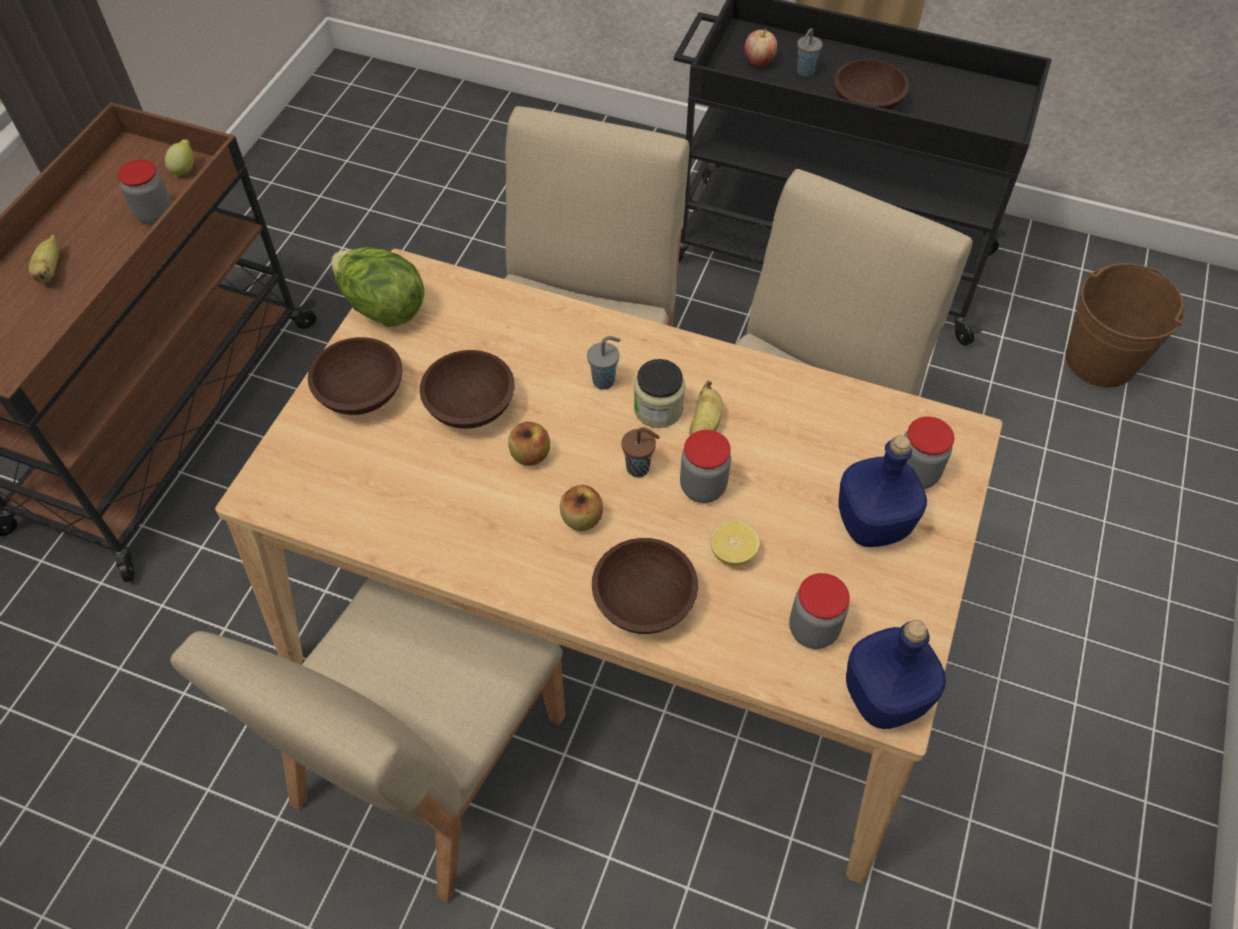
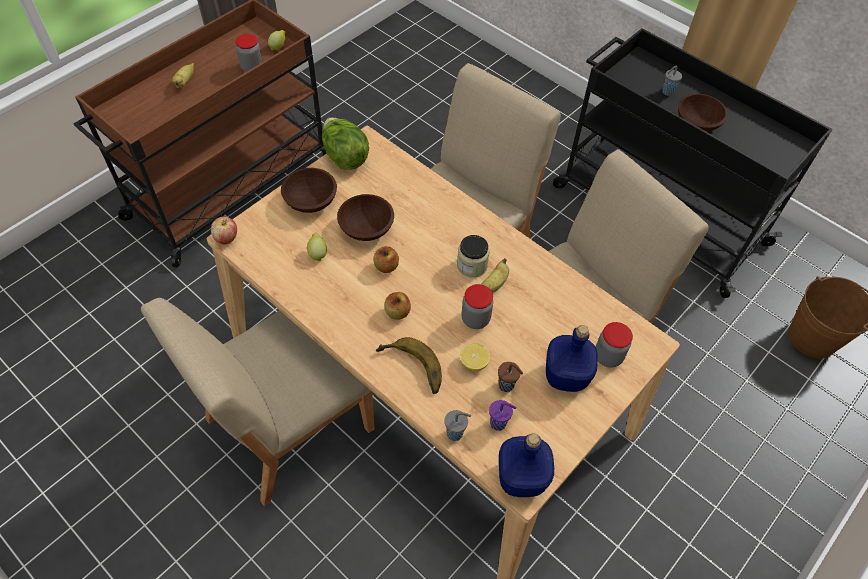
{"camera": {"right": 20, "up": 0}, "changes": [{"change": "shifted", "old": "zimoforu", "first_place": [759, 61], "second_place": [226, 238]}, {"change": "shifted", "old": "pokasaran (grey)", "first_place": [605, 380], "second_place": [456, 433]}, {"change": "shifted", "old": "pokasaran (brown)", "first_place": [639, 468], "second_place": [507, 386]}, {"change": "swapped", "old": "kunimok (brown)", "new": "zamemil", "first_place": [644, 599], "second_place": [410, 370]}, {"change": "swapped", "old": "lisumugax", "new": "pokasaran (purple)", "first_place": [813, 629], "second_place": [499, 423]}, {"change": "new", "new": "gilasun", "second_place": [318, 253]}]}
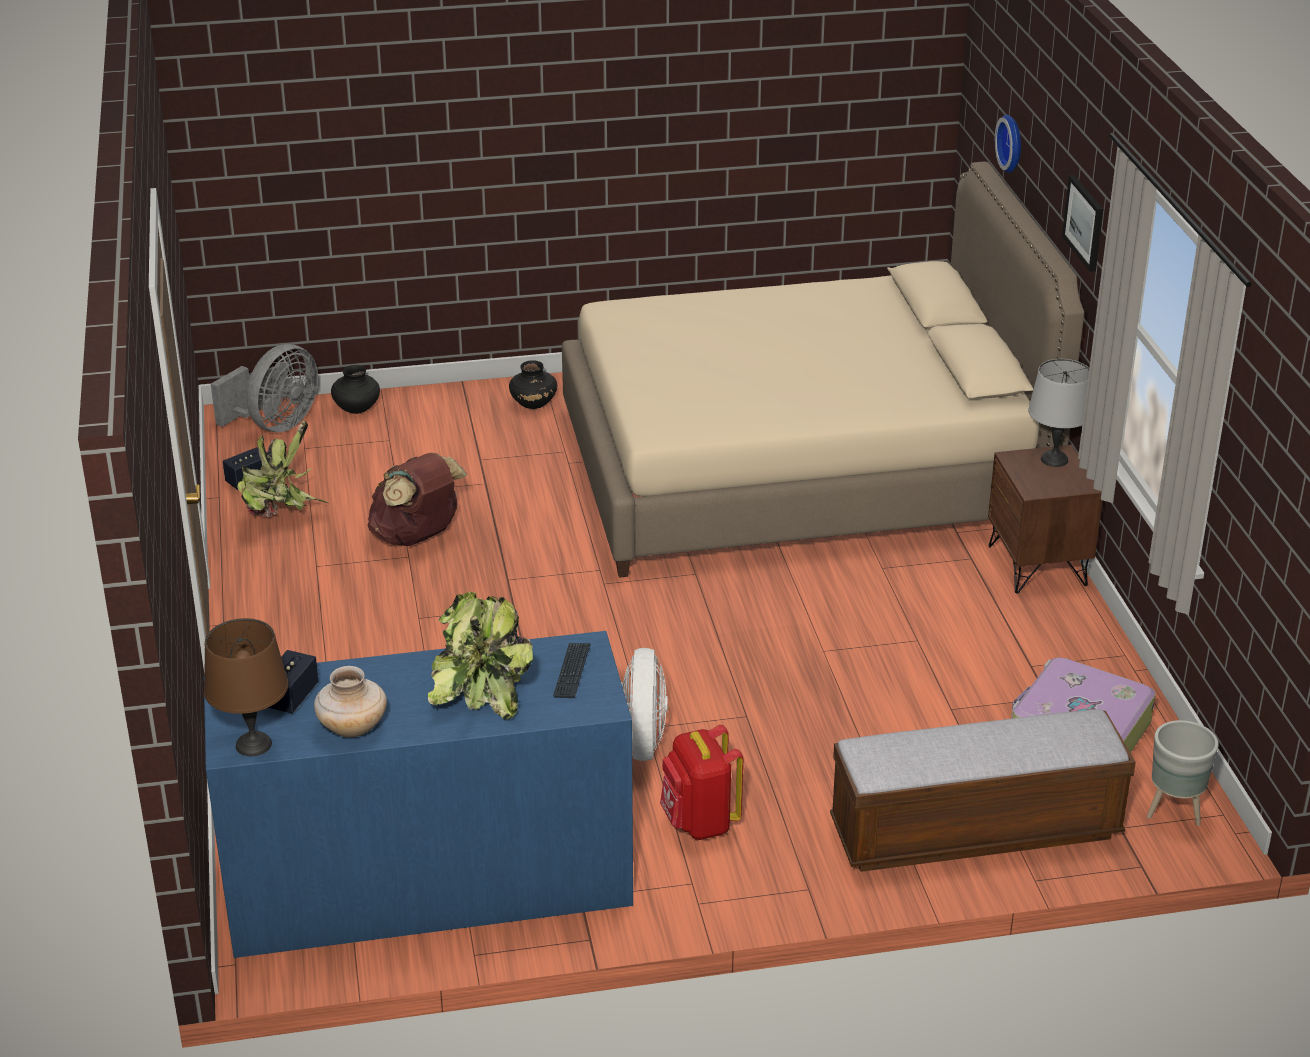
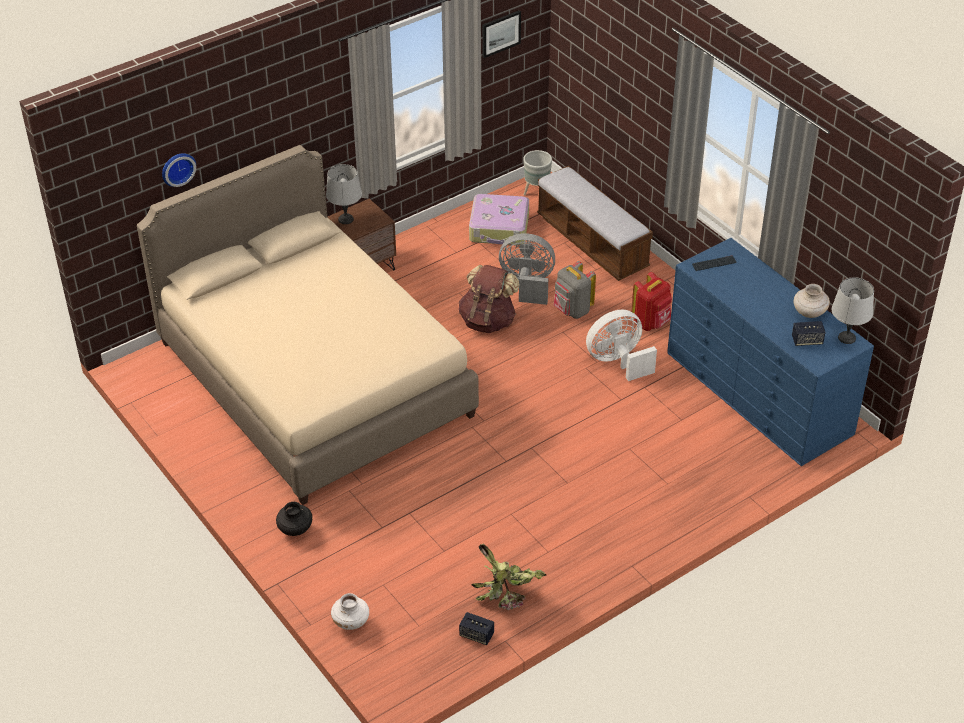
{"camera": {"right": -115, "up": 10}, "changes": [{"change": "shifted", "old": "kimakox", "first_place": [1084, 222], "second_place": [500, 33]}, {"change": "shifted", "old": "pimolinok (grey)", "first_place": [275, 425], "second_place": [527, 284]}, {"change": "repainted", "old": "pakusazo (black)", "new": "pakusazo (white)", "first_place": [357, 409], "second_place": [351, 622]}, {"change": "shifted", "old": "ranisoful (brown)", "first_place": [417, 537], "second_place": [488, 321]}, {"change": "gone", "old": "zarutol", "first_place": [480, 690]}, {"change": "repainted", "old": "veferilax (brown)", "new": "veferilax (grey)", "first_place": [254, 744], "second_place": [846, 338]}, {"change": "new", "new": "ranisoful (grey)", "second_place": [572, 310]}]}
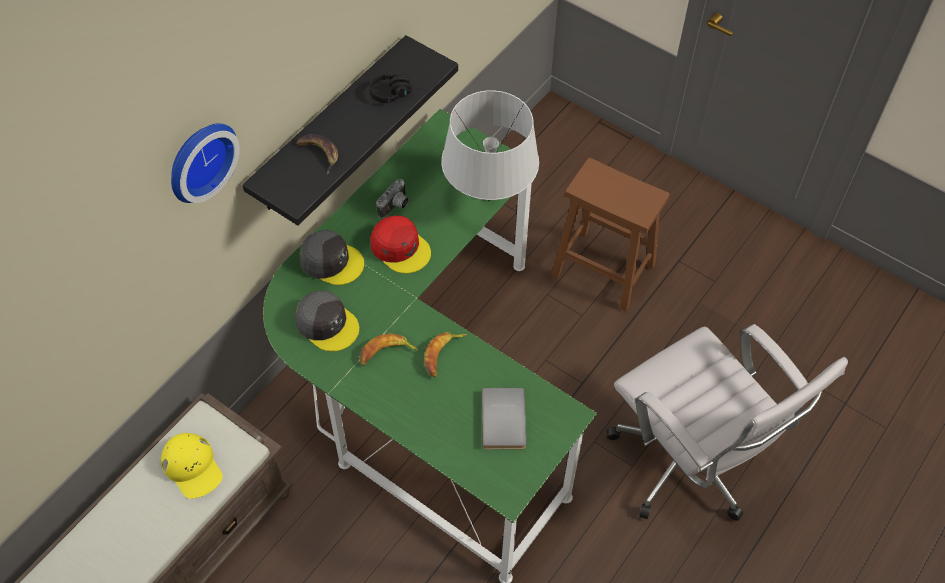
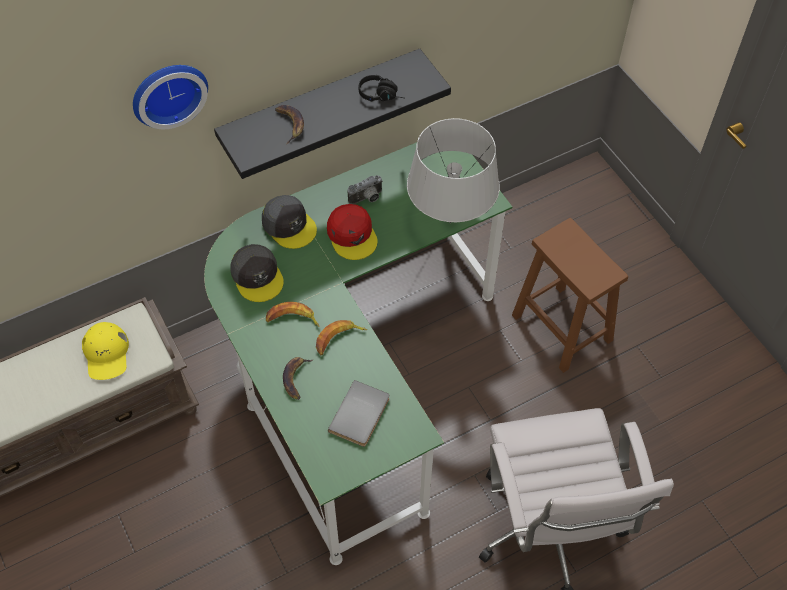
{"camera": {"right": 25, "up": 0}, "changes": [{"change": "new", "new": "zamemil", "second_place": [296, 378]}]}
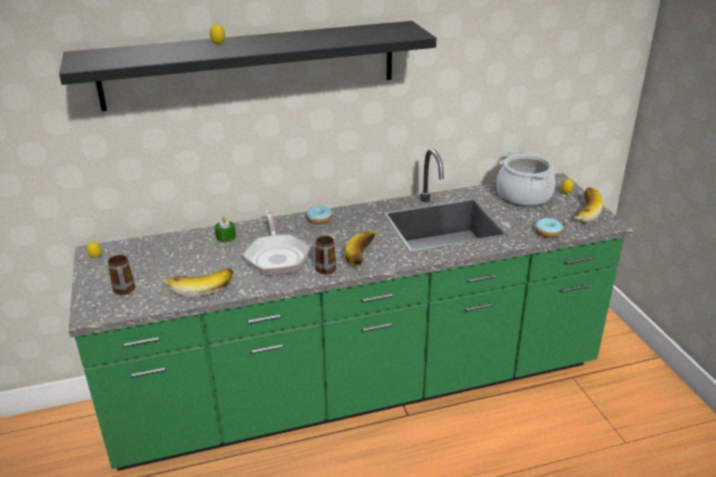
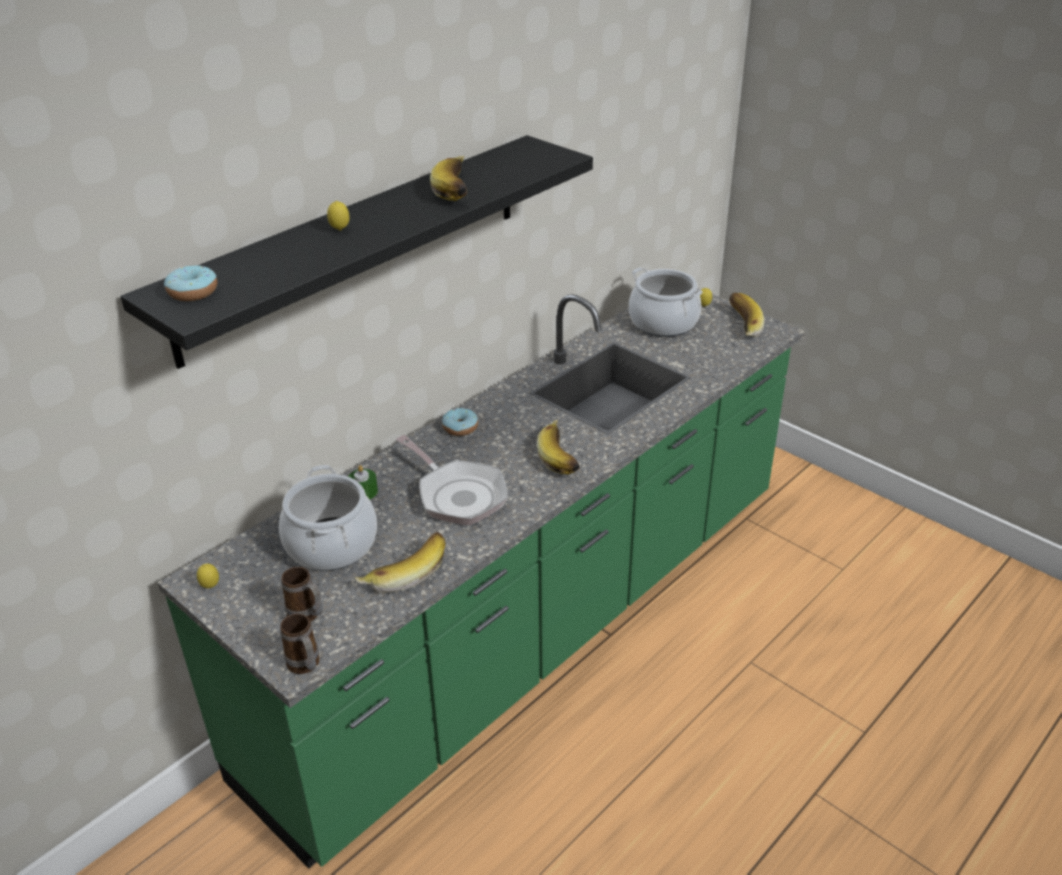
{"camera": {"right": -30, "up": 5}, "changes": [{"change": "shifted", "old": "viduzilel", "first_place": [547, 232], "second_place": [193, 292]}, {"change": "shifted", "old": "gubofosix", "first_place": [326, 271], "second_place": [306, 667]}, {"change": "new", "new": "zamemil", "second_place": [459, 190]}, {"change": "new", "new": "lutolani", "second_place": [331, 544]}]}
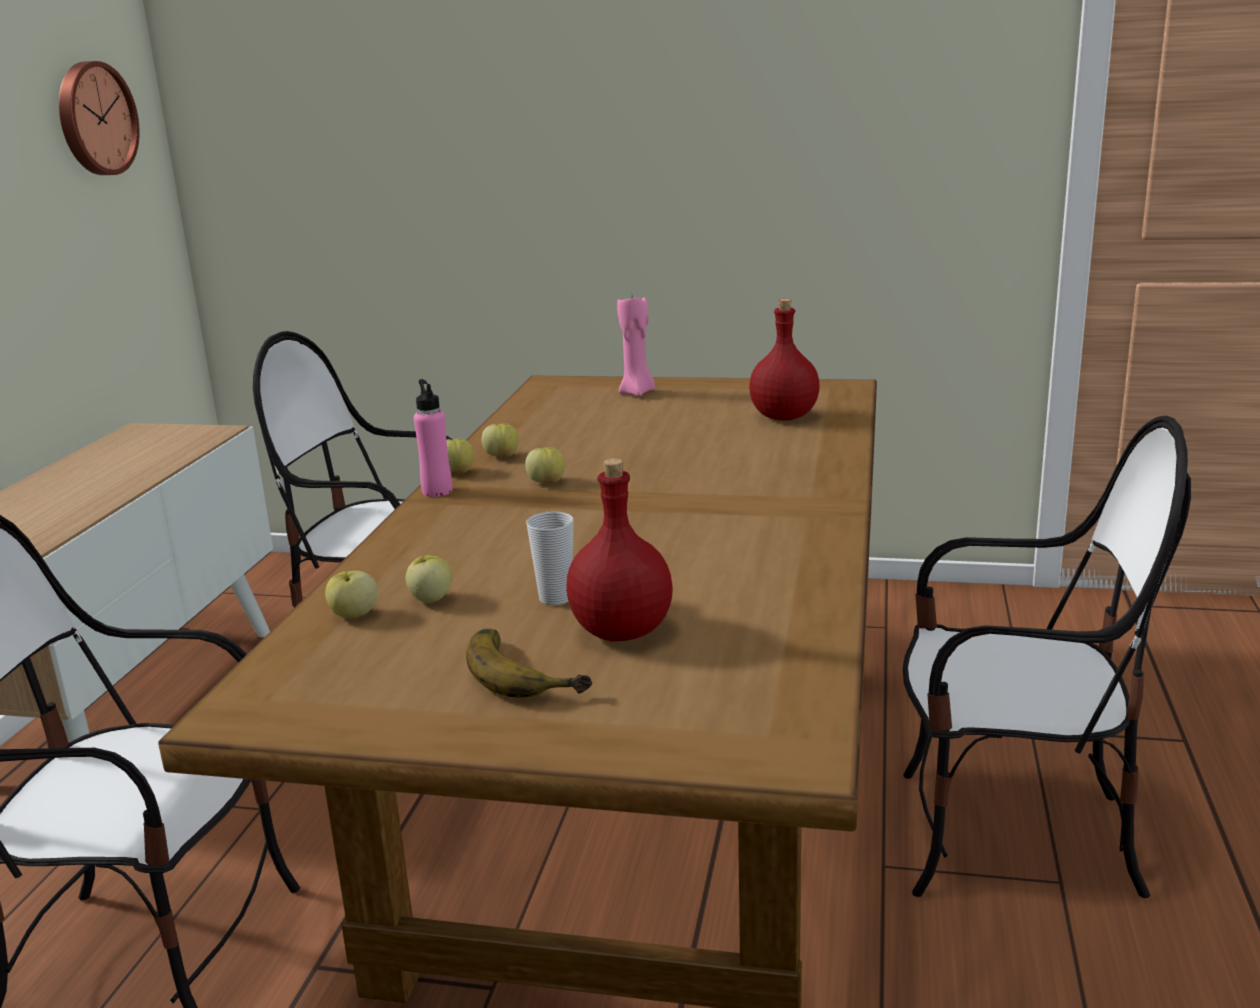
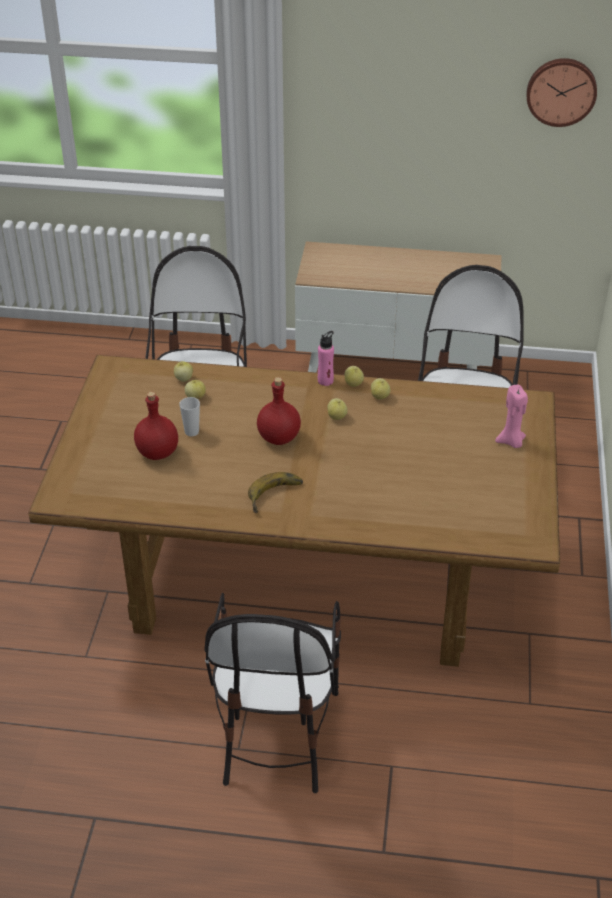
{"camera": {"right": 85, "up": 20}, "changes": [{"change": "shifted", "old": "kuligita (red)", "first_place": [785, 417], "second_place": [279, 438]}, {"change": "shifted", "old": "zamemil", "first_place": [528, 670], "second_place": [277, 496]}]}
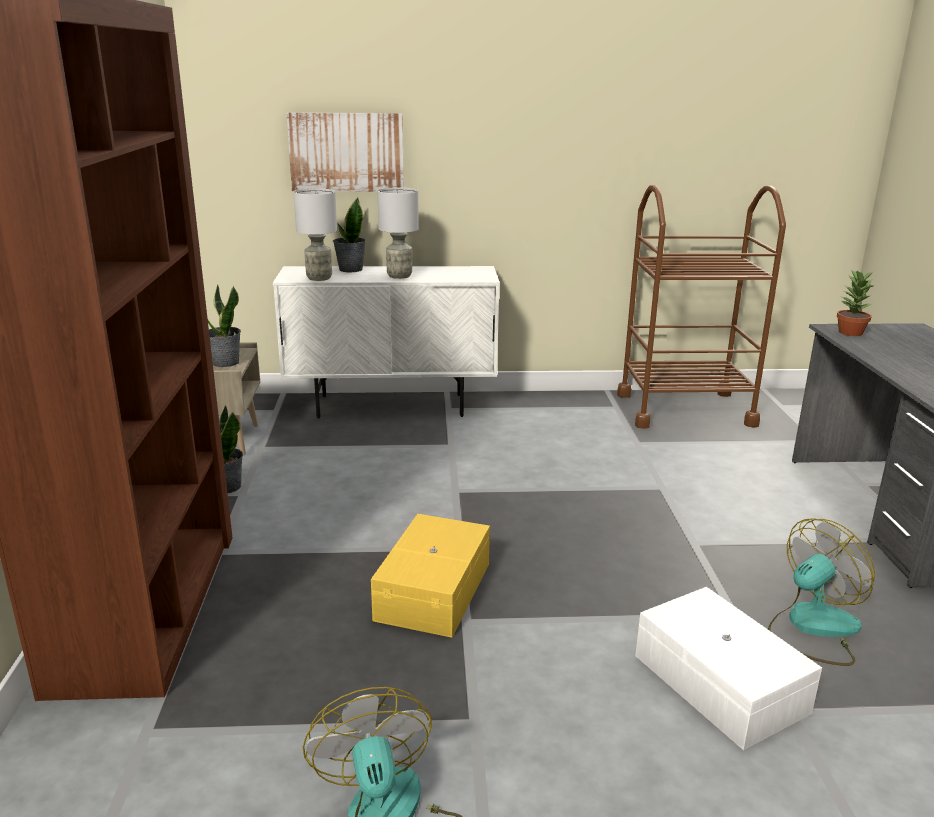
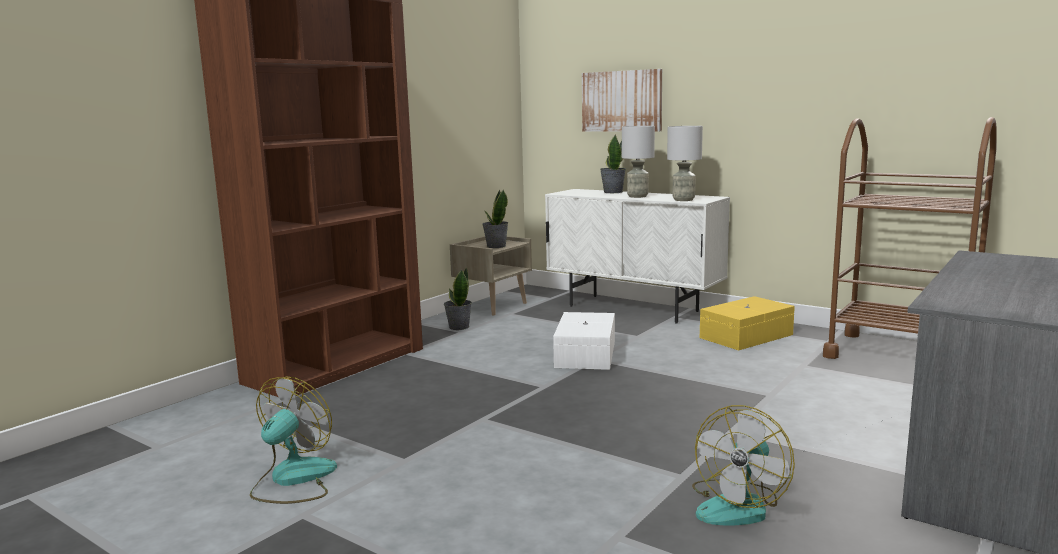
{"camera": {"right": 40, "up": -10}, "changes": [{"change": "shifted", "old": "veferilax (grey)", "first_place": [319, 278], "second_place": [683, 200]}, {"change": "gone", "old": "zarutol", "first_place": [849, 332]}, {"change": "shifted", "old": "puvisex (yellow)", "first_place": [436, 591], "second_place": [748, 336]}, {"change": "rotated", "old": "pimolinok", "first_place": [812, 628], "second_place": [738, 505], "degrees": 120}, {"change": "shifted", "old": "puvisex (white)", "first_place": [718, 685], "second_place": [584, 354]}]}
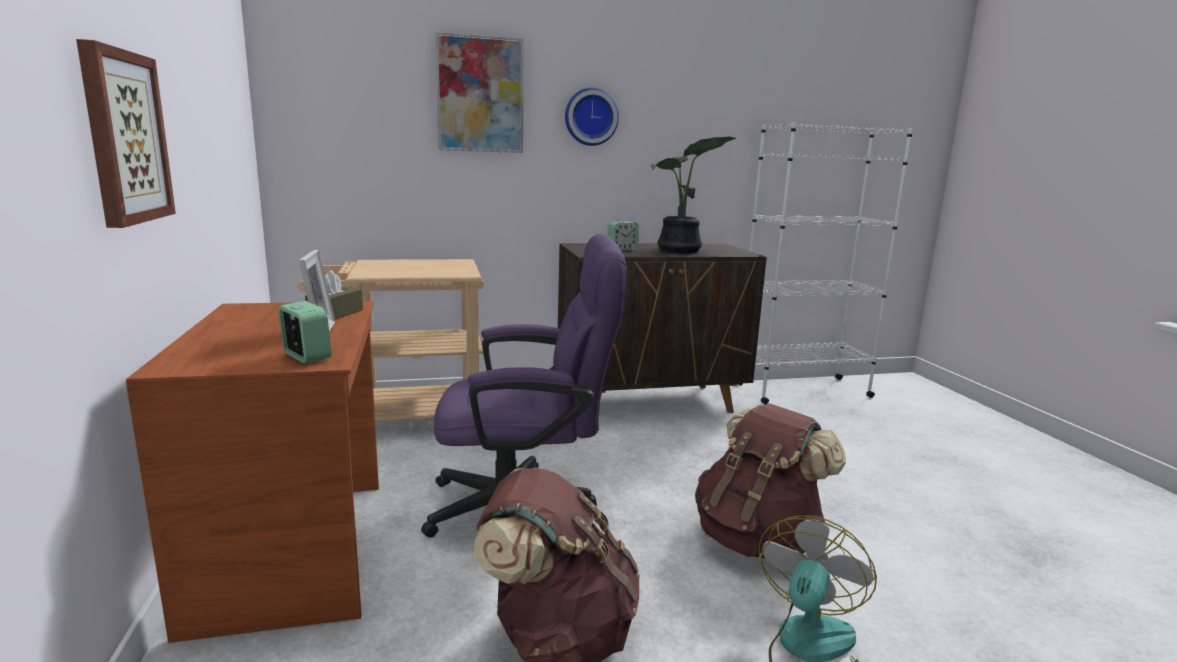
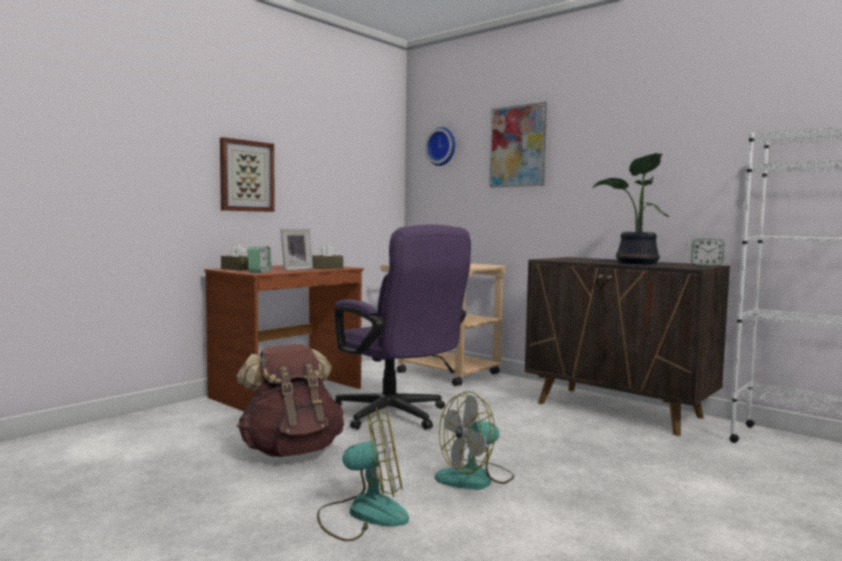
{"camera": {"right": 55, "up": -10}, "changes": [{"change": "shifted", "old": "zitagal", "first_place": [590, 117], "second_place": [442, 146]}, {"change": "shifted", "old": "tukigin", "first_place": [622, 249], "second_place": [706, 265]}, {"change": "swapped", "old": "ranisoful (brown)", "new": "pimolinok", "first_place": [757, 539], "second_place": [475, 478]}, {"change": "new", "new": "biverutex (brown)", "second_place": [237, 269]}]}
